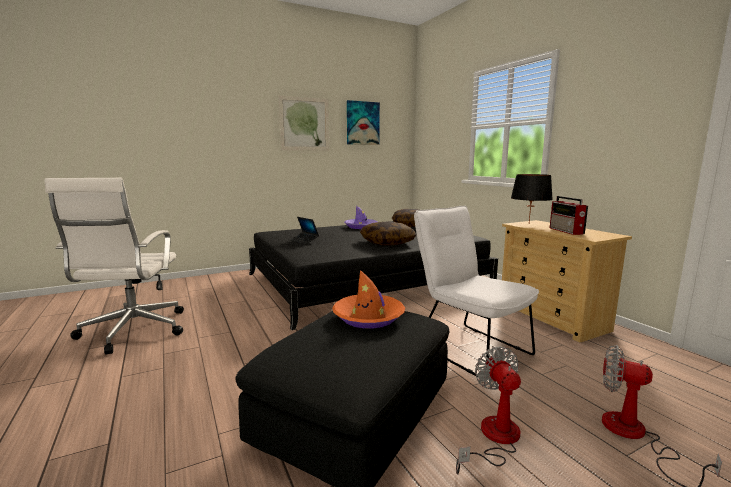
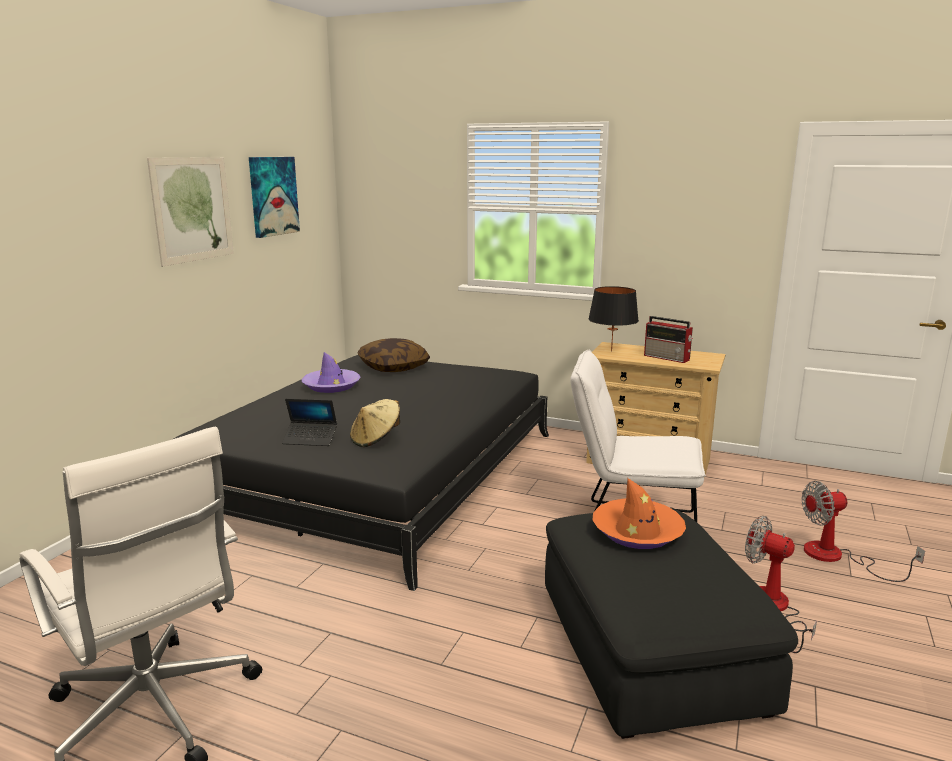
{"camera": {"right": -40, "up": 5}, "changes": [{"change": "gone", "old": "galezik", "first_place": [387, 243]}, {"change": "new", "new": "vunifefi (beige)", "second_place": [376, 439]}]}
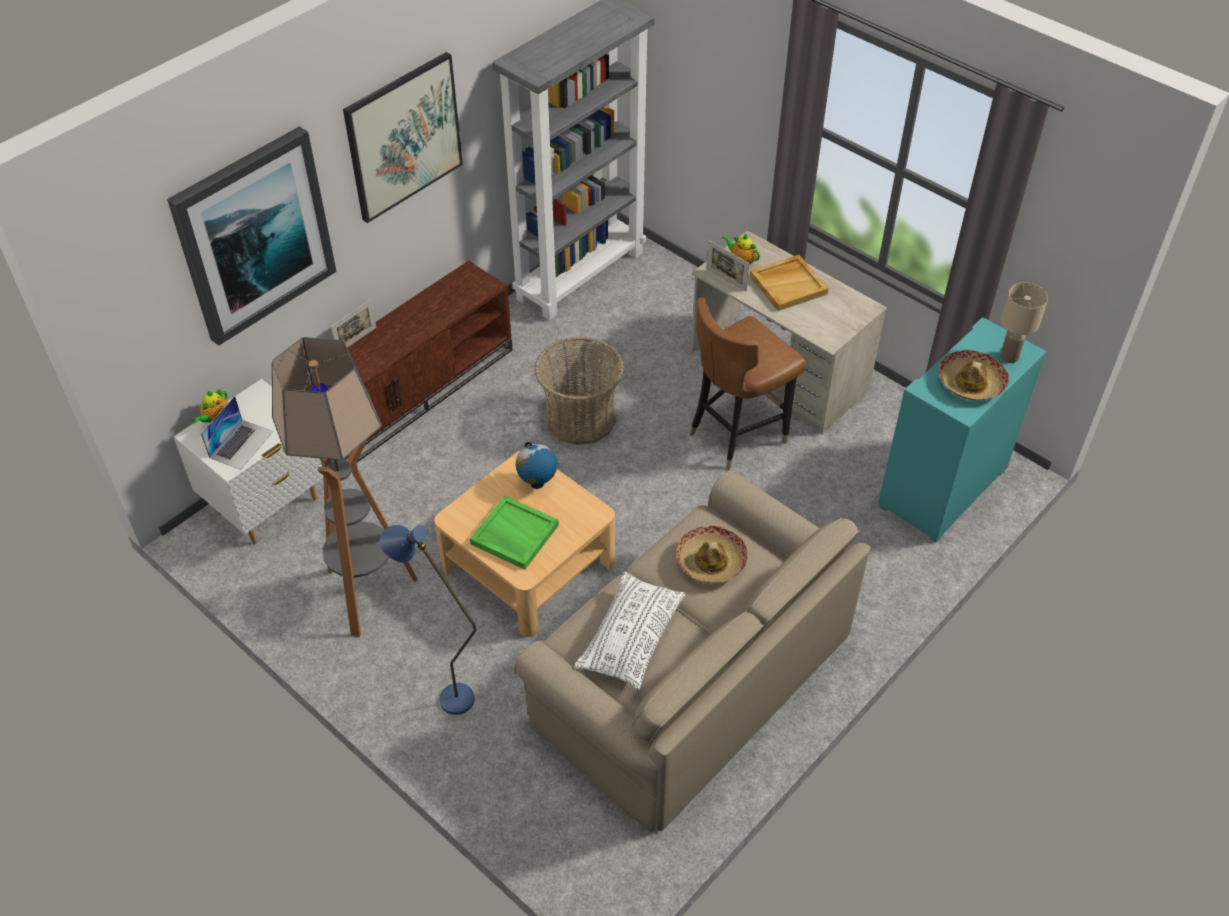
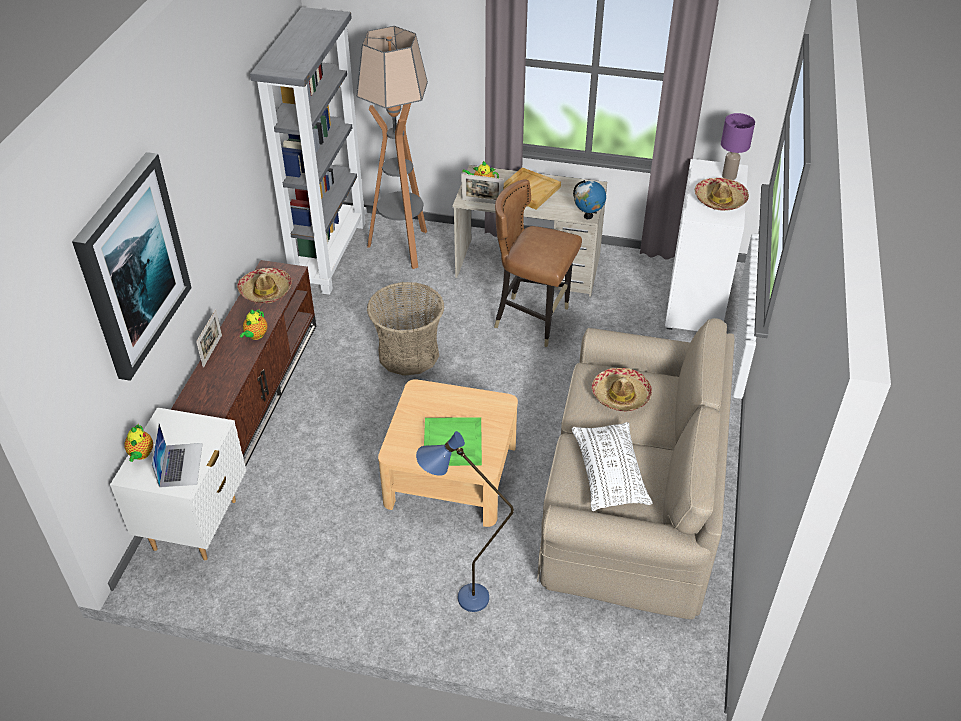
{"camera": {"right": -30, "up": -5}, "changes": [{"change": "gone", "old": "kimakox", "first_place": [403, 137]}, {"change": "repainted", "old": "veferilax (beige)", "new": "veferilax (purple)", "first_place": [1009, 356], "second_place": [729, 176]}, {"change": "rotated", "old": "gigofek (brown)", "first_place": [737, 434], "second_place": [532, 320], "degrees": 90}, {"change": "repainted", "old": "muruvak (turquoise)", "new": "muruvak (white)", "first_place": [943, 488], "second_place": [697, 300]}, {"change": "shifted", "old": "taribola", "first_place": [367, 594], "second_place": [402, 248]}, {"change": "shifted", "old": "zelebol", "first_place": [537, 484], "second_place": [588, 216]}, {"change": "new", "new": "vunifefi", "second_place": [266, 291]}, {"change": "new", "new": "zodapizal", "second_place": [255, 336]}]}
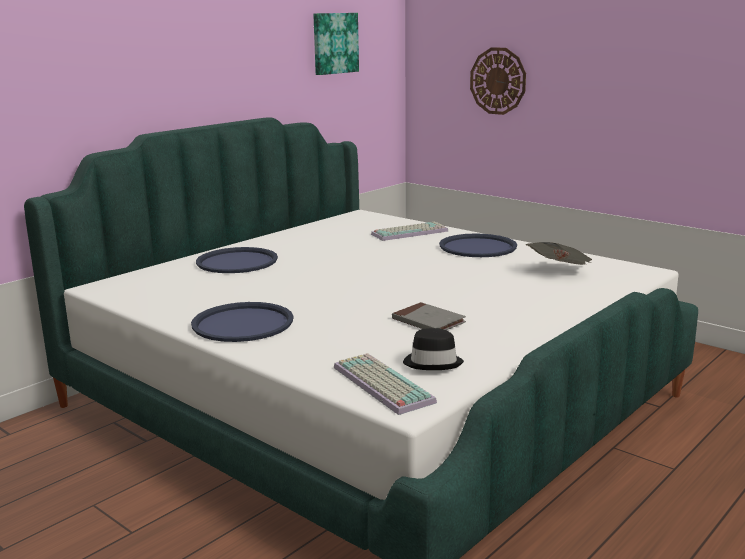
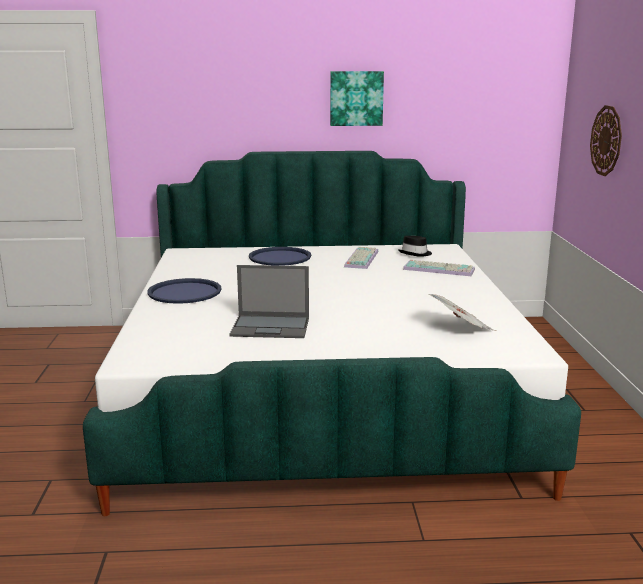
{"camera": {"right": 45, "up": 0}, "changes": [{"change": "shifted", "old": "kimakox", "first_place": [334, 43], "second_place": [356, 98]}, {"change": "gone", "old": "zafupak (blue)", "first_place": [477, 247]}, {"change": "swapped", "old": "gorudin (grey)", "new": "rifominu", "first_place": [428, 322], "second_place": [271, 327]}, {"change": "shifted", "old": "vunifefi (black)", "first_place": [433, 362], "second_place": [415, 253]}, {"change": "shifted", "old": "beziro", "first_place": [379, 384], "second_place": [360, 258]}]}
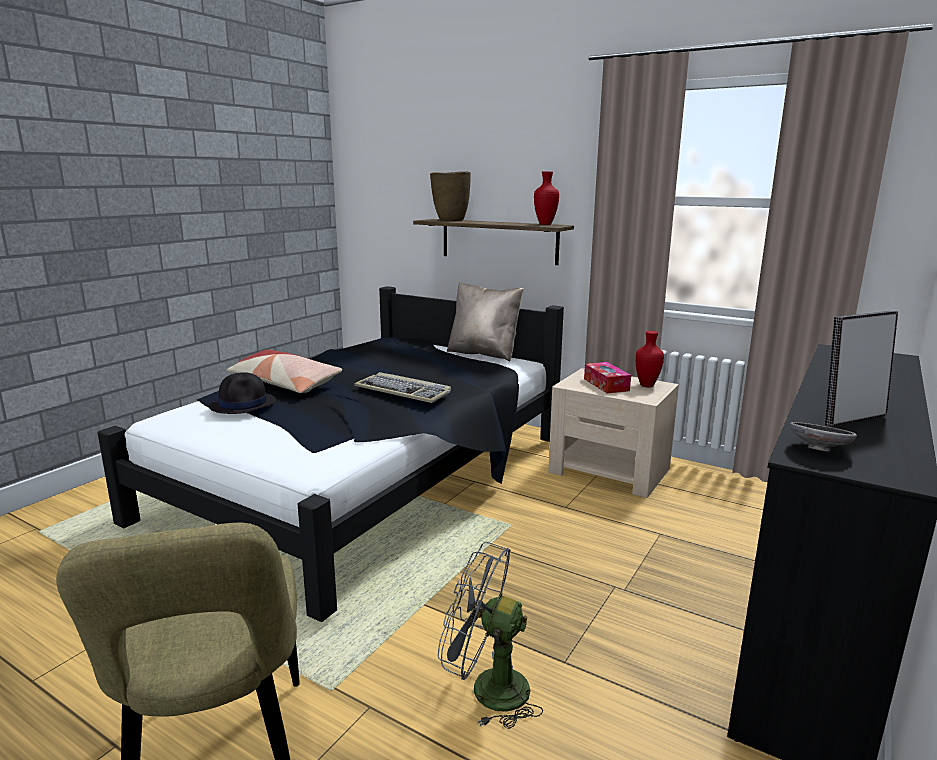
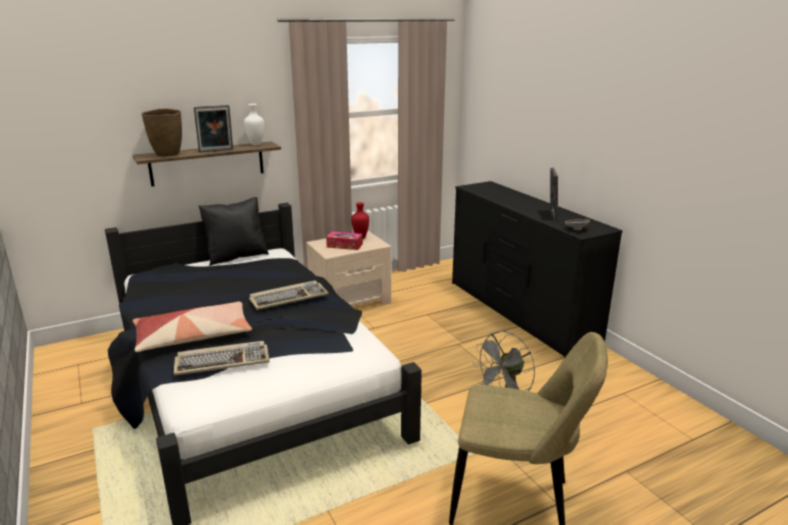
{"camera": {"right": -60, "up": 5}, "changes": [{"change": "repainted", "old": "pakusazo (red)", "new": "pakusazo (white)", "first_place": [545, 224], "second_place": [255, 144]}, {"change": "repainted", "old": "galezik (beige)", "new": "galezik (black)", "first_place": [484, 353], "second_place": [236, 256]}, {"change": "swapped", "old": "vunifefi (black)", "new": "beziro", "first_place": [243, 404], "second_place": [223, 361]}, {"change": "new", "new": "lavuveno", "second_place": [216, 151]}]}
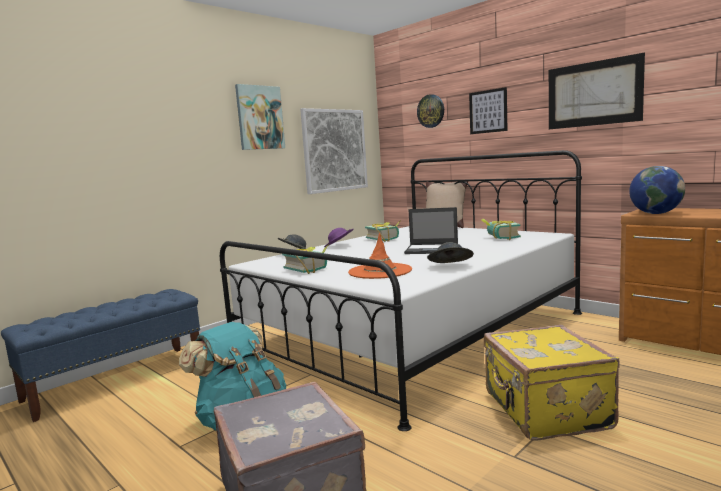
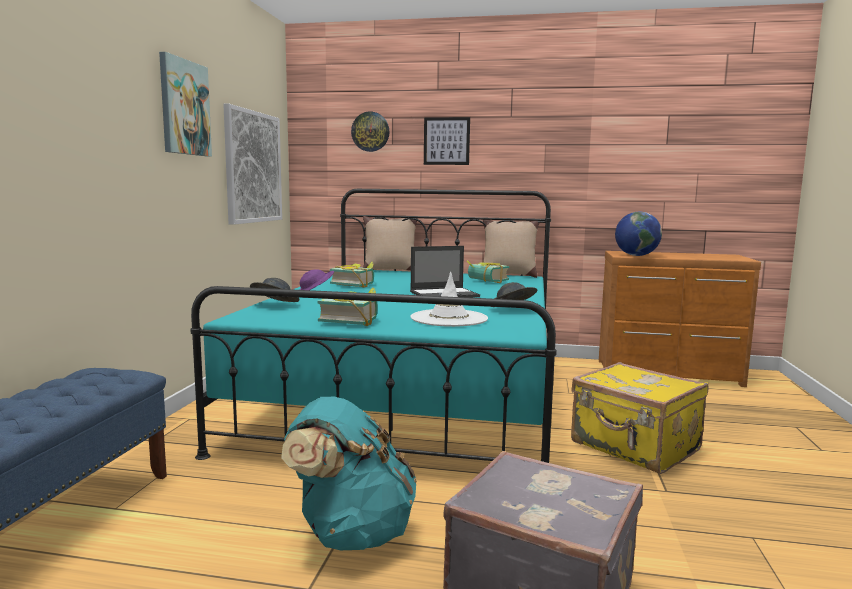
{"camera": {"right": -35, "up": 0}, "changes": [{"change": "gone", "old": "kimakox", "first_place": [593, 93]}, {"change": "repainted", "old": "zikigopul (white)", "new": "zikigopul (turquoise)", "first_place": [413, 332], "second_place": [412, 395]}, {"change": "repainted", "old": "vunifefi (orange)", "new": "vunifefi (white)", "first_place": [380, 271], "second_place": [449, 318]}, {"change": "new", "new": "galezik (beige)", "second_place": [508, 275]}]}
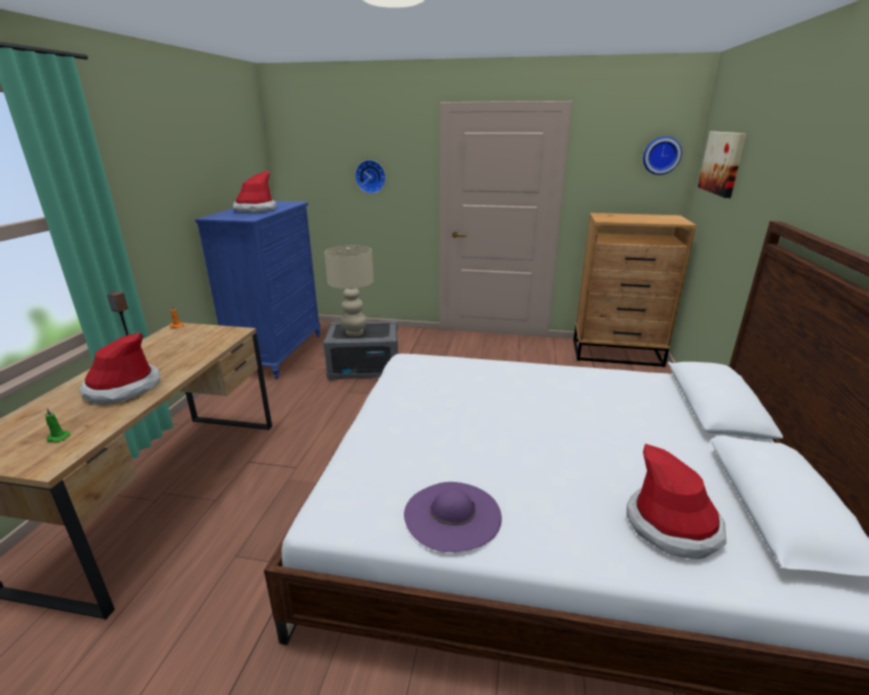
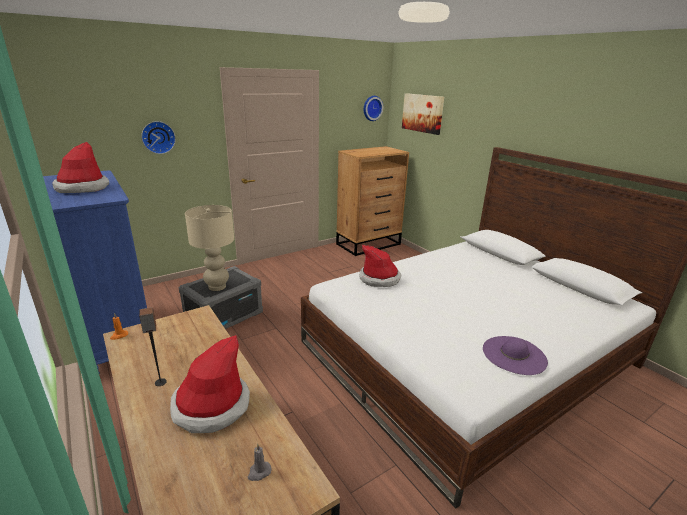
{"camera": {"right": -45, "up": 0}, "changes": [{"change": "repainted", "old": "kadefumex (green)", "new": "kadefumex (grey)", "first_place": [57, 438], "second_place": [259, 472]}, {"change": "shifted", "old": "vunifefi", "first_place": [672, 526], "second_place": [379, 278]}]}
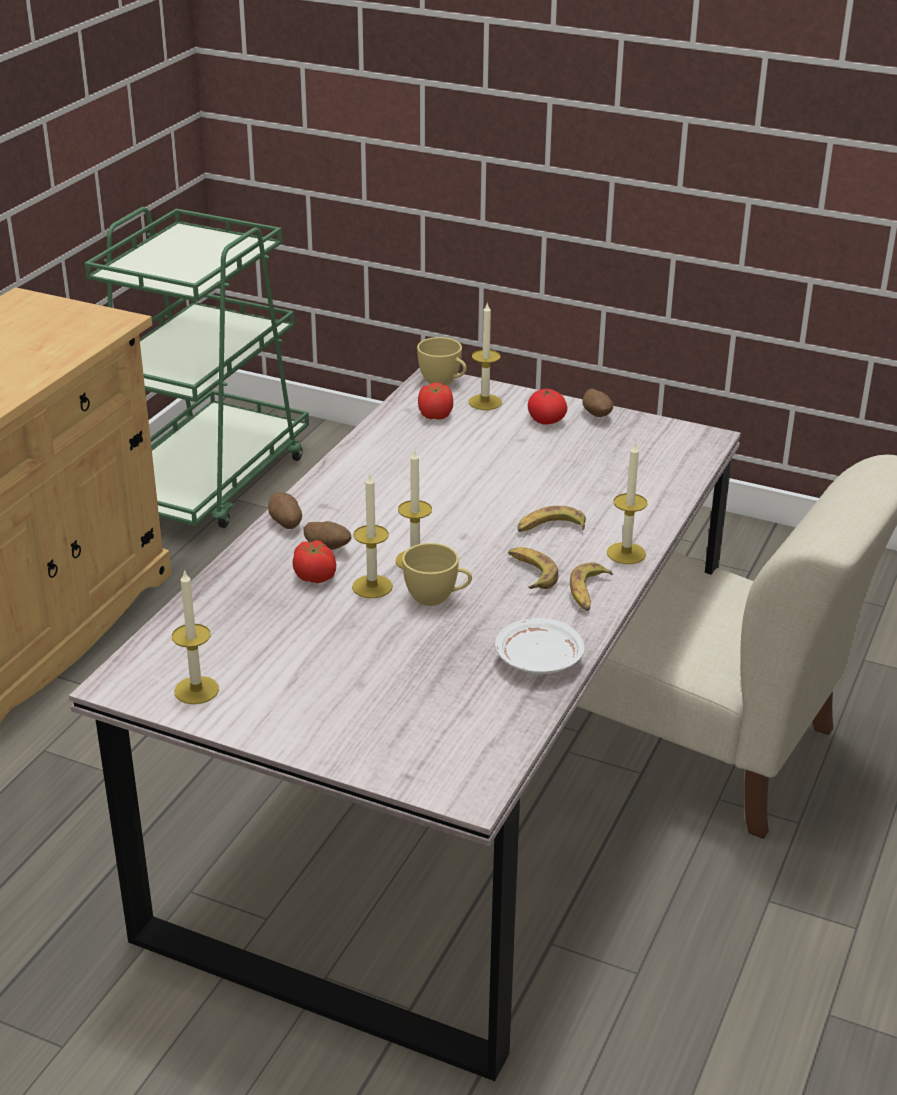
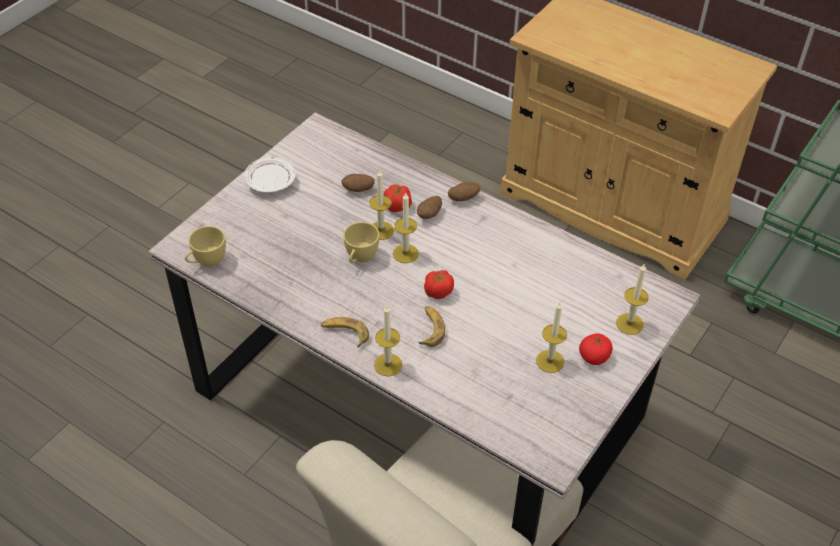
{"camera": {"right": 100, "up": 15}, "changes": [{"change": "shifted", "old": "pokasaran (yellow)", "first_place": [443, 382], "second_place": [207, 261]}, {"change": "shifted", "old": "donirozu", "first_place": [435, 415], "second_place": [438, 292]}, {"change": "shifted", "old": "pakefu", "first_place": [597, 415], "second_place": [358, 190]}, {"change": "gone", "old": "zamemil", "first_place": [530, 573]}, {"change": "shifted", "old": "kadefumex", "first_place": [196, 690], "second_place": [550, 361]}, {"change": "shifted", "old": "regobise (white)", "first_place": [538, 660], "second_place": [270, 182]}]}
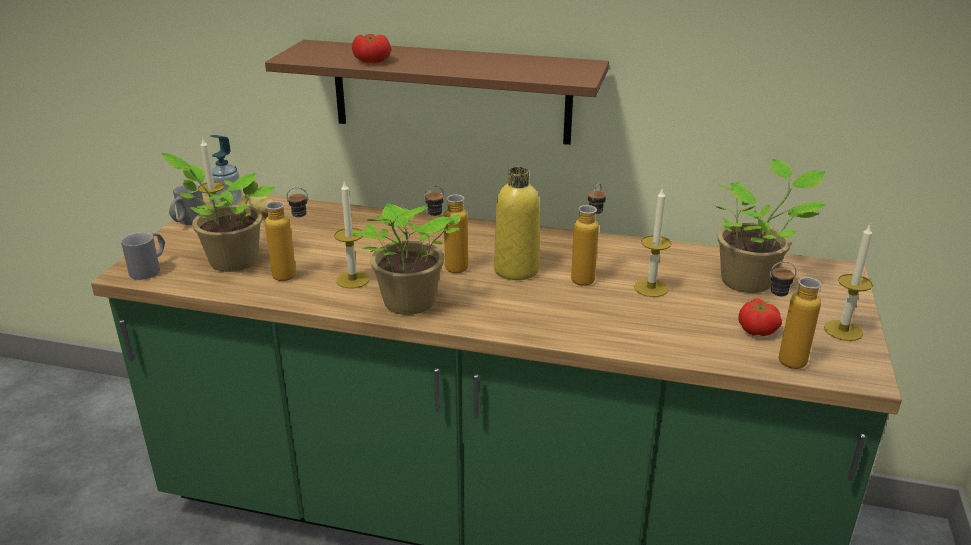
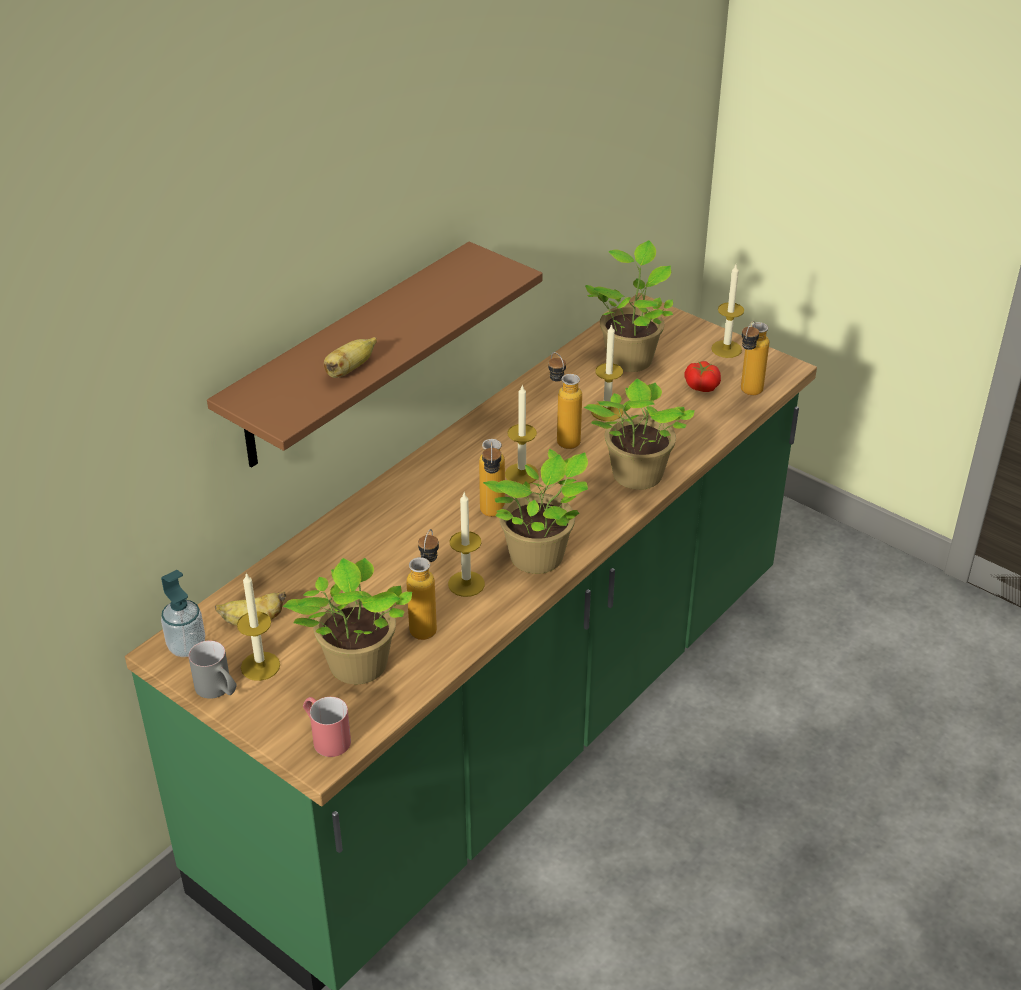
{"camera": {"right": -65, "up": 10}, "changes": [{"change": "swapped", "old": "donirozu", "new": "zamemil", "first_place": [372, 60], "second_place": [349, 370]}, {"change": "swapped", "old": "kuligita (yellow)", "new": "kadefumex", "first_place": [516, 269], "second_place": [521, 474]}, {"change": "repainted", "old": "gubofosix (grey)", "new": "gubofosix (red)", "first_place": [150, 268], "second_place": [326, 737]}, {"change": "new", "new": "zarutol", "second_place": [634, 477]}]}
